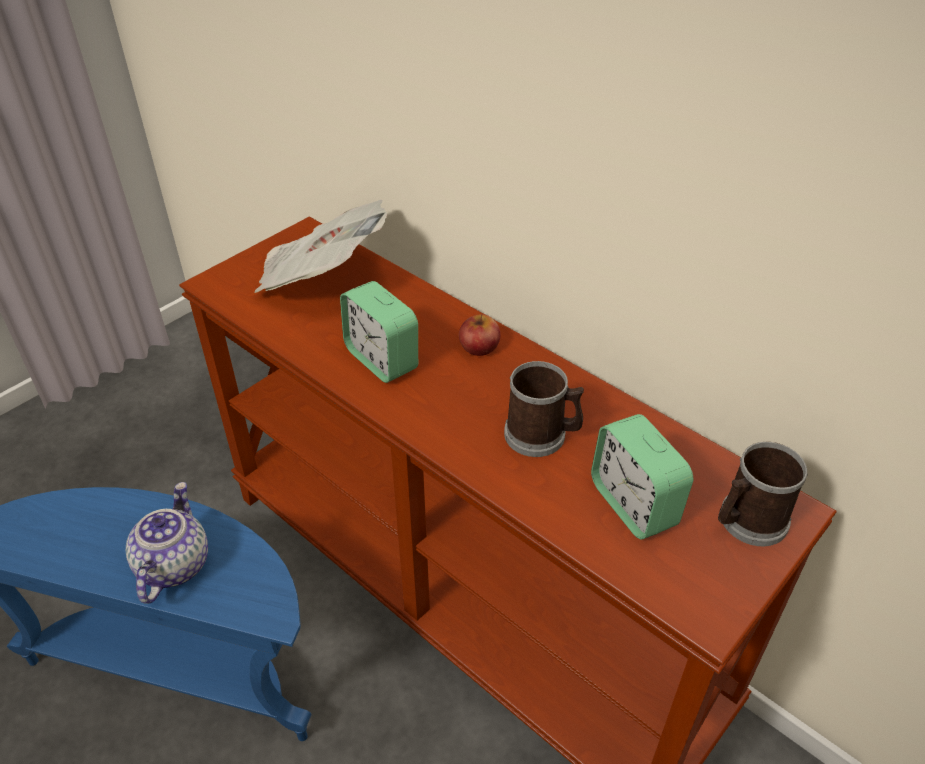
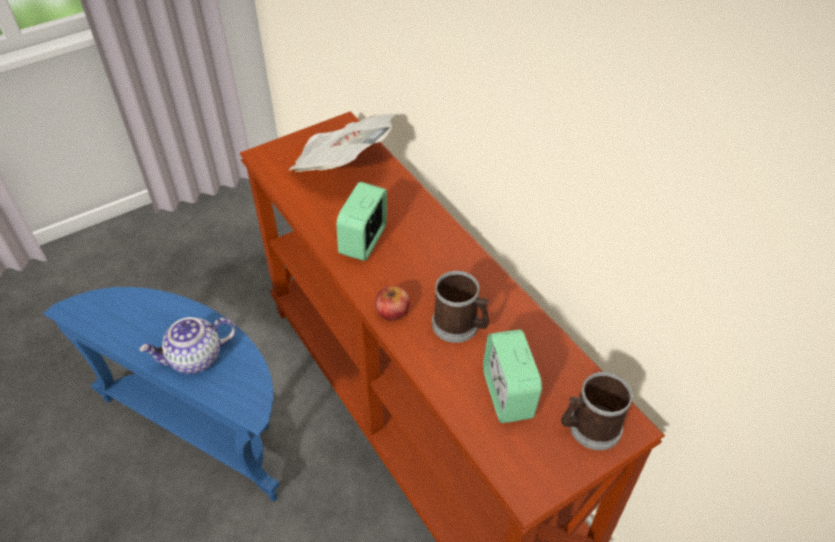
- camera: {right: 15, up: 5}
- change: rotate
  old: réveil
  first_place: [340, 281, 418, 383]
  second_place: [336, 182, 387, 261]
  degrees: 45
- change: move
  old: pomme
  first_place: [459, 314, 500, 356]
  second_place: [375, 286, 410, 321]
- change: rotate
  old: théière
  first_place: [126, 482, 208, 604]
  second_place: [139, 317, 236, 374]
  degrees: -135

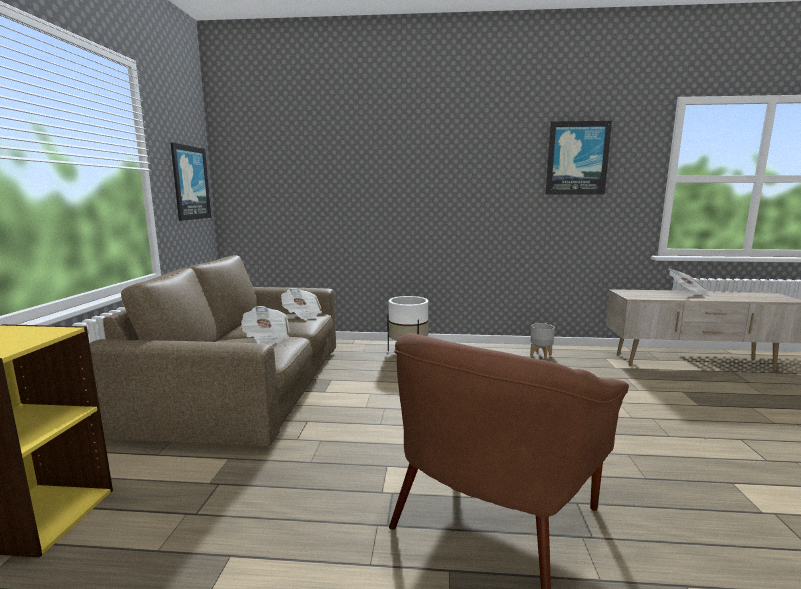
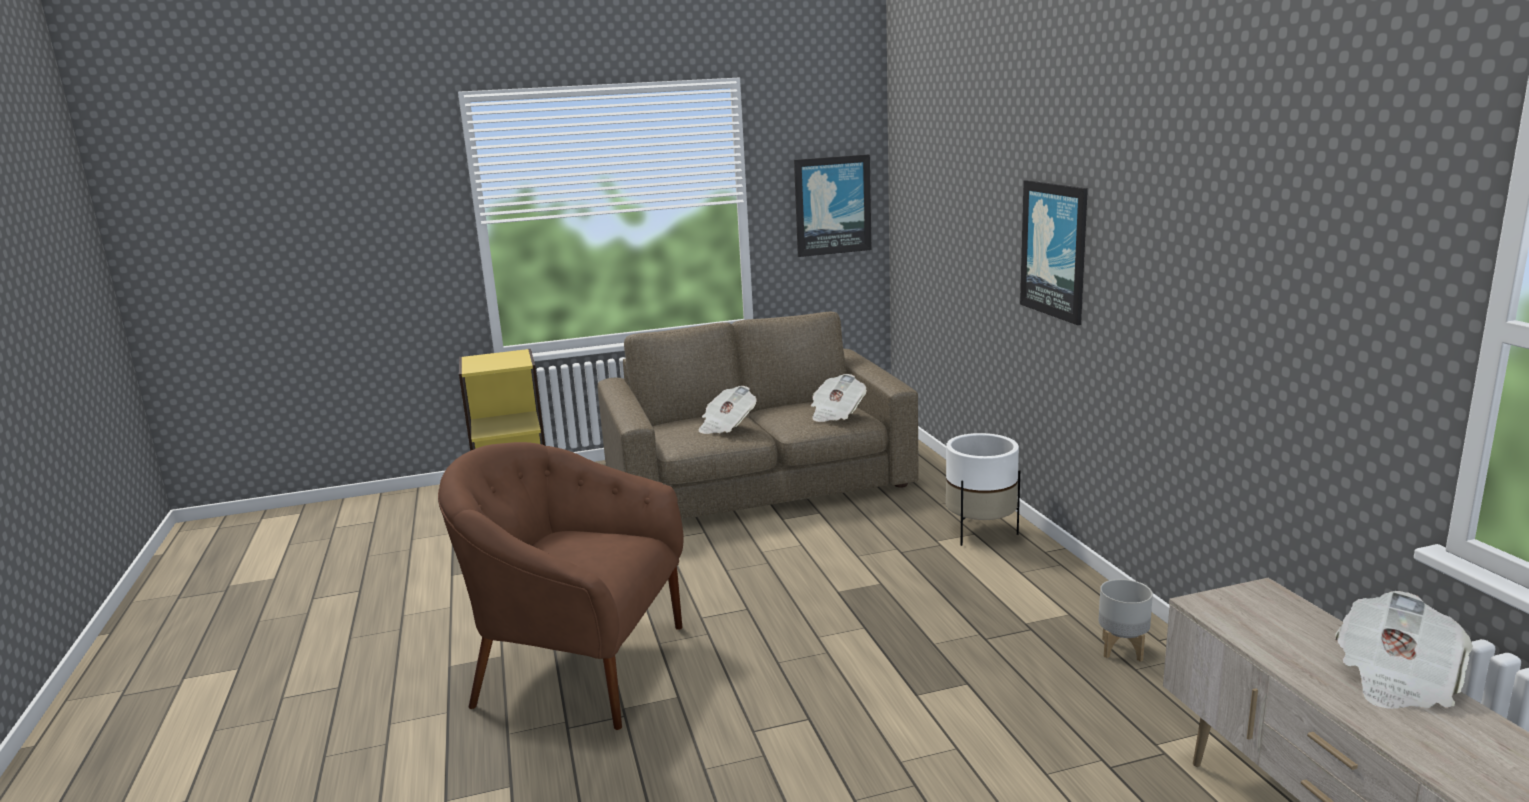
- camera: {right: 70, up: 5}
- change: move
  old: tableau
  first_place: [546, 121, 612, 195]
  second_place: [1020, 180, 1088, 325]

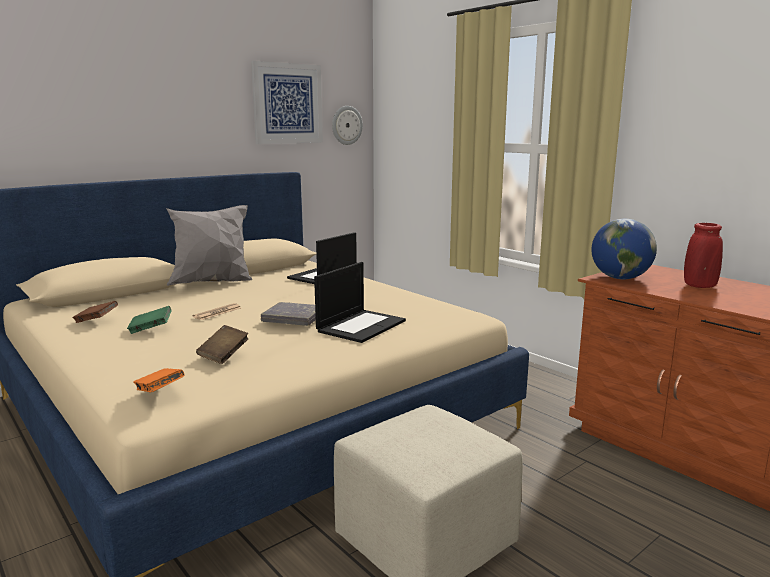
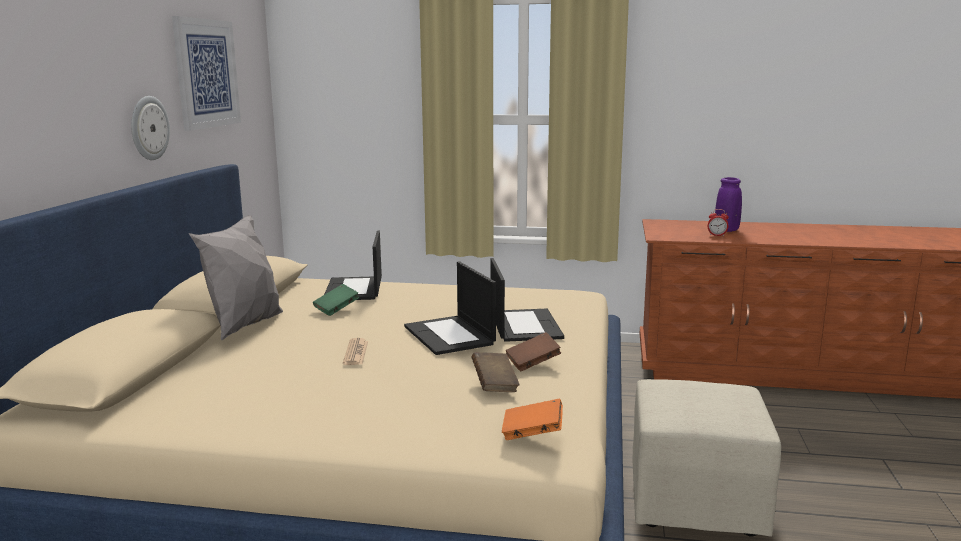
- camera: {right: -40, up: 0}
- change: move
  old: horloge murale
  first_place: [332, 106, 363, 145]
  second_place: [131, 96, 170, 160]
- change: delete
  old: globe
  first_place: [591, 219, 657, 279]
- change: recolor
  old: vase [rouge]
  new: vase [violet]
  first_place: [684, 223, 723, 288]
  second_place: [715, 177, 742, 232]
- change: move
  old: livre [marron]
  first_place: [72, 301, 118, 323]
  second_place: [506, 332, 561, 371]
- change: replace
  old: livre [gris]
  new: ordinateur portable
  first_place: [261, 302, 316, 326]
  second_place: [404, 261, 496, 355]
- change: move
  old: livre [vert]
  first_place: [127, 306, 172, 334]
  second_place: [313, 284, 359, 316]
- change: insert
  new: réveil
  second_place: [708, 209, 729, 236]

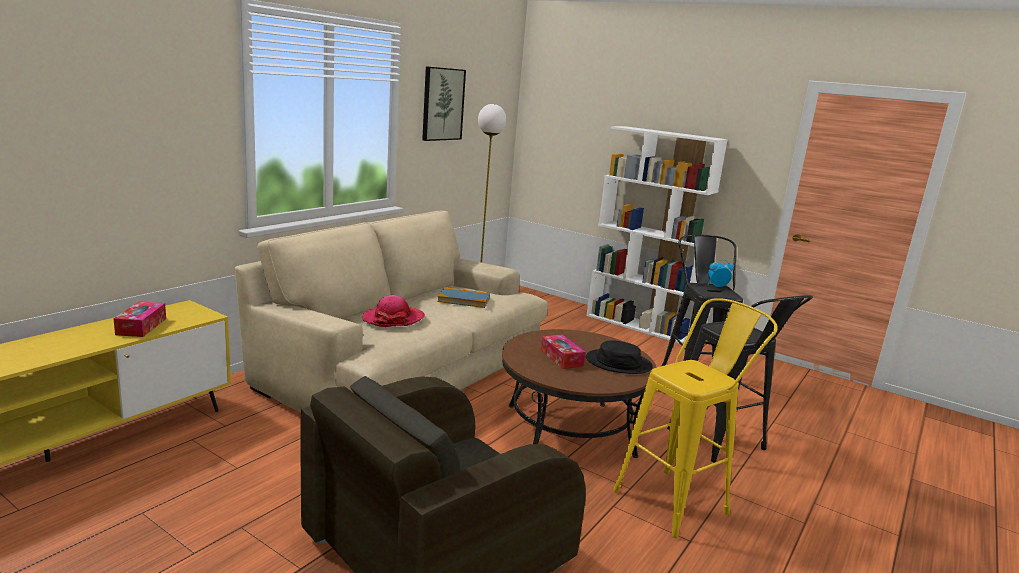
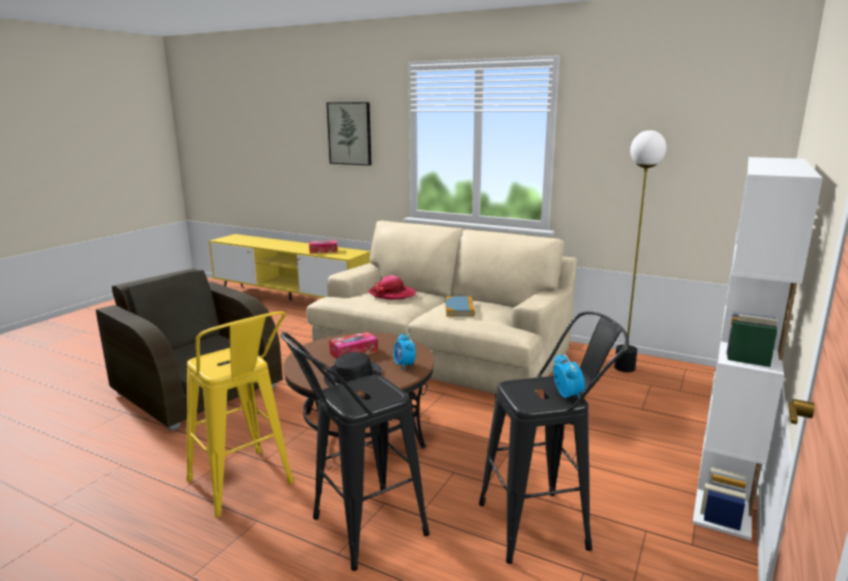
- camera: {right: 85, up: 0}
- change: move
  old: tableau
  first_place: [422, 66, 466, 141]
  second_place: [327, 102, 372, 166]
- change: insert
  new: réveil
  second_place: [393, 332, 416, 370]

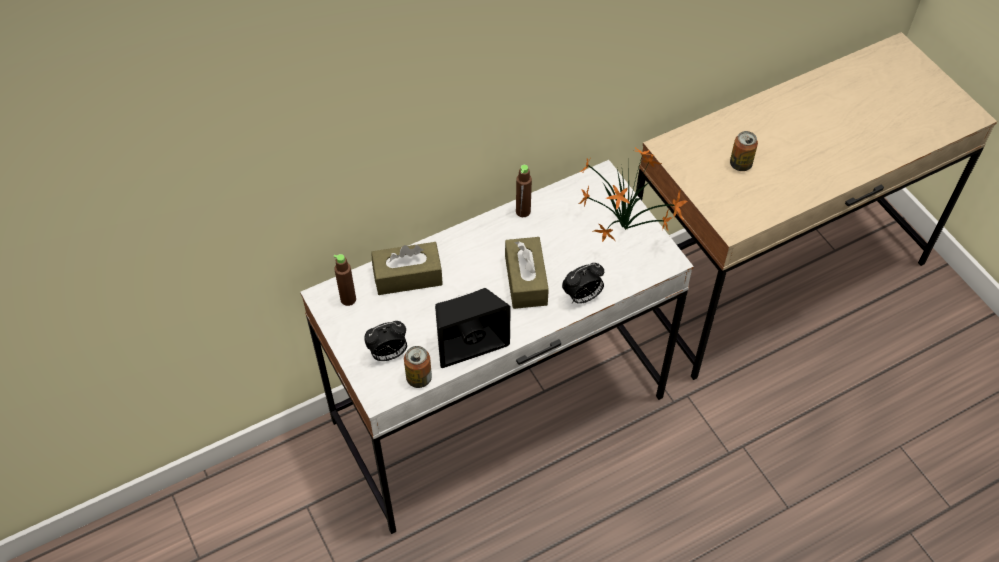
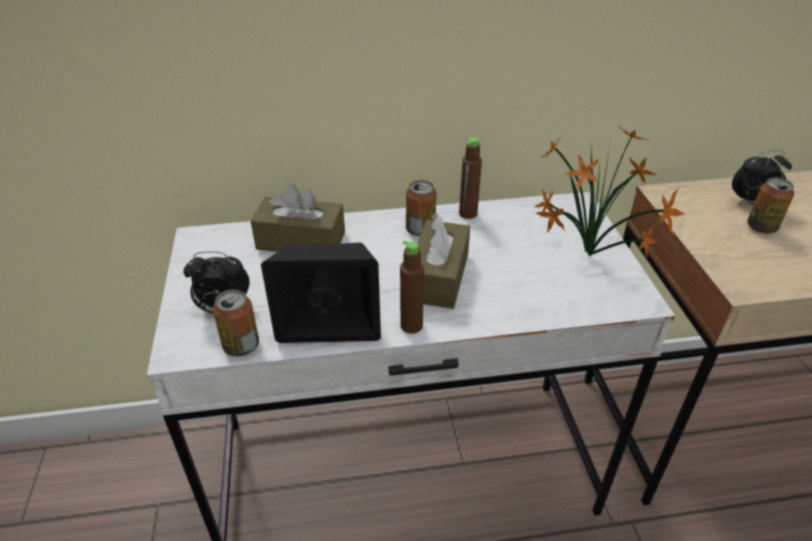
- camera: {right: 20, up: -15}
- change: move
  old: bouteille [marron]
  first_place: [333, 254, 356, 306]
  second_place: [400, 240, 424, 334]
- change: move
  old: réveil
  first_place: [562, 263, 604, 304]
  second_place: [732, 150, 792, 205]
- change: insert
  new: boîte métallique
  second_place: [406, 180, 437, 236]

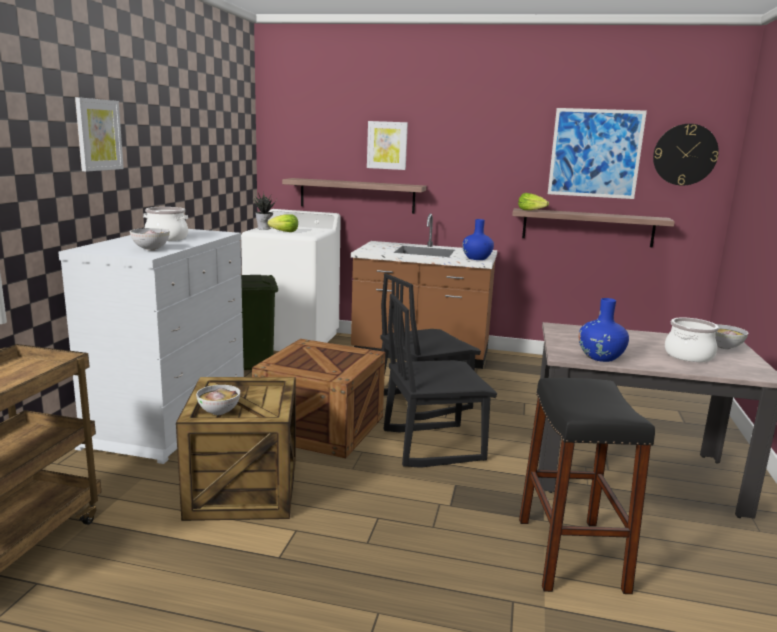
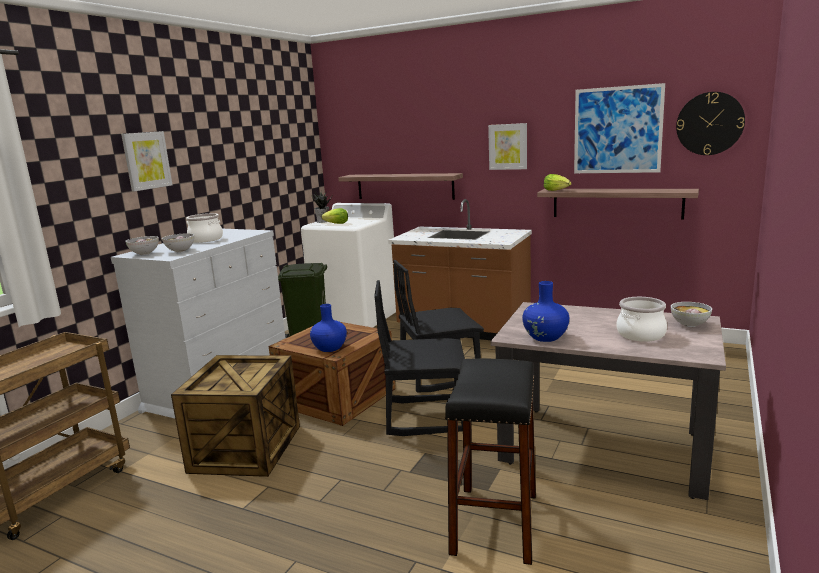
- camera: {right: 15, up: 0}
- change: move
  old: tableau
  first_place: [367, 121, 408, 170]
  second_place: [488, 123, 527, 170]
- change: move
  old: vase [bleu]
  first_place: [462, 219, 494, 260]
  second_place: [310, 304, 347, 352]
- change: move
  old: bol
  first_place: [196, 385, 240, 415]
  second_place: [125, 236, 159, 255]

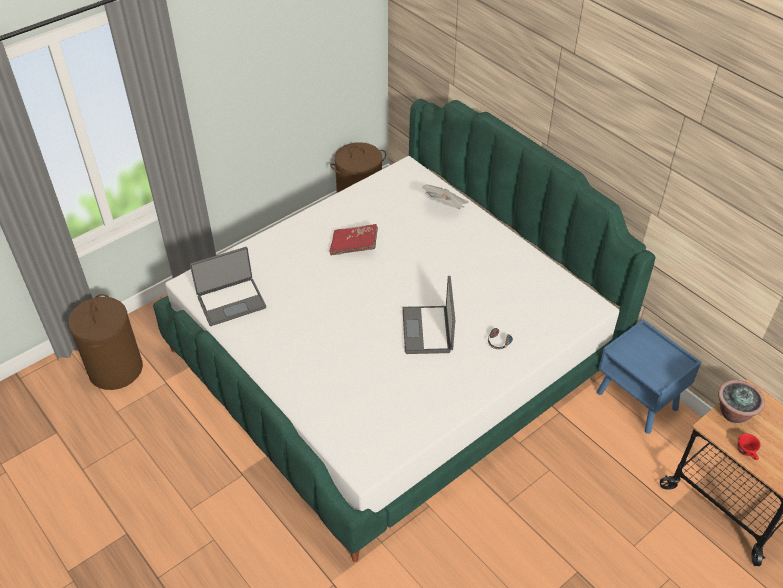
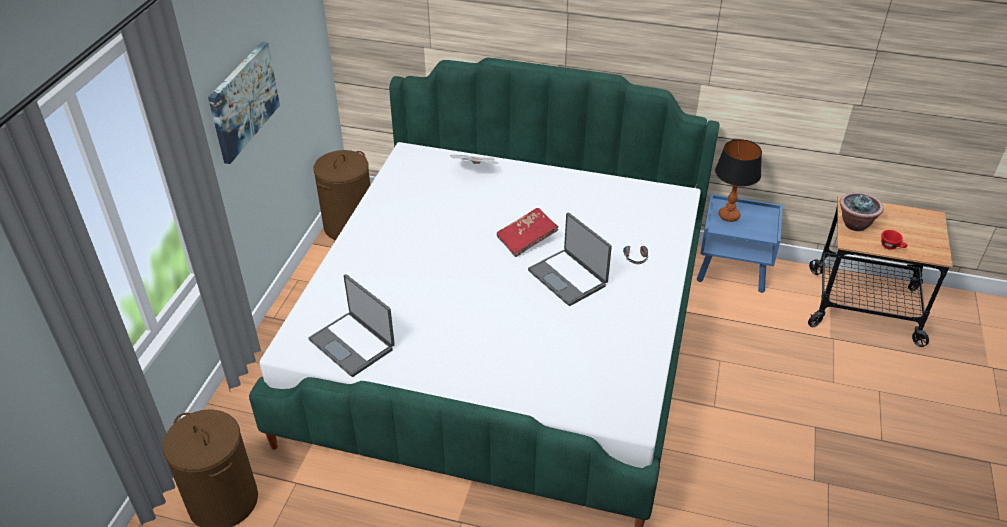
- camera: {right: -35, up: -5}
- change: move
  old: livre [rouge]
  first_place: [329, 224, 378, 255]
  second_place: [497, 208, 558, 257]
- change: rotate
  old: ordinateur portable
  first_place: [190, 247, 266, 326]
  second_place: [308, 274, 395, 377]
  degrees: 105
- change: insert
  new: tableau
  second_place: [208, 41, 280, 164]
- change: insert
  new: lampe de table
  second_place: [715, 139, 762, 222]

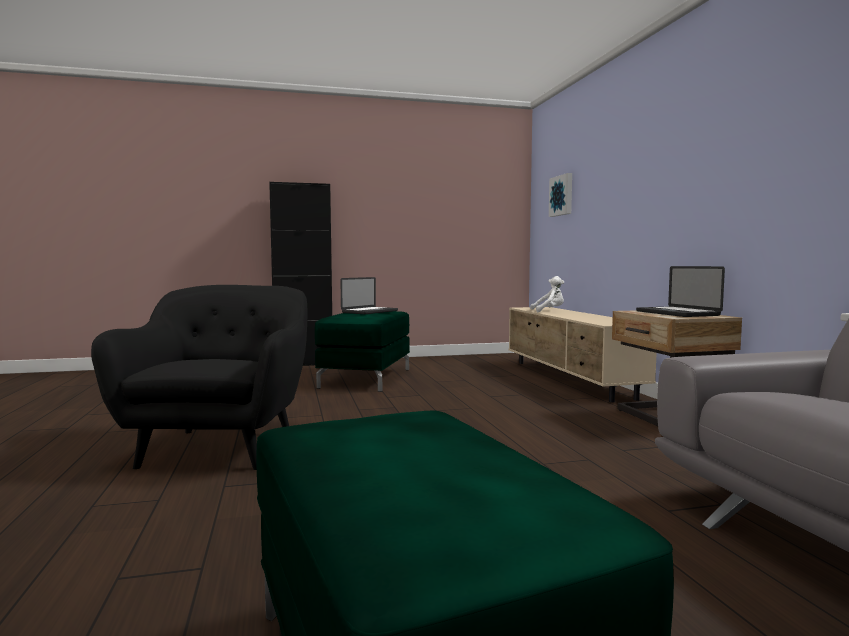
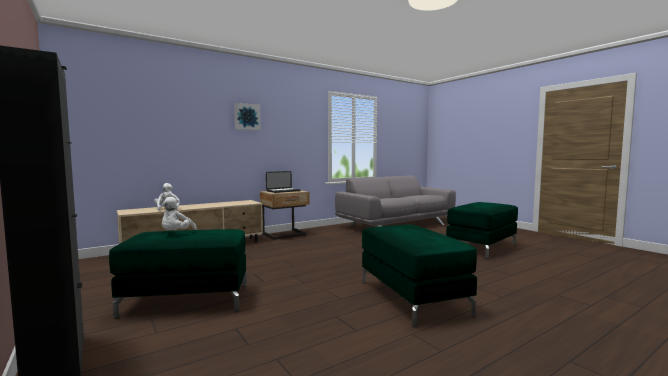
- camera: {right: -110, up: 0}
- change: move
  old: tableau
  first_place: [549, 173, 572, 217]
  second_place: [234, 103, 261, 130]
- change: replace
  old: ordinateur portable
  new: peluche [blanc]
  first_place: [340, 277, 398, 314]
  second_place: [162, 197, 197, 230]
- change: replace
  old: fauteuil [noir]
  new: pouf [vert]
  first_place: [91, 285, 307, 470]
  second_place: [362, 224, 477, 327]

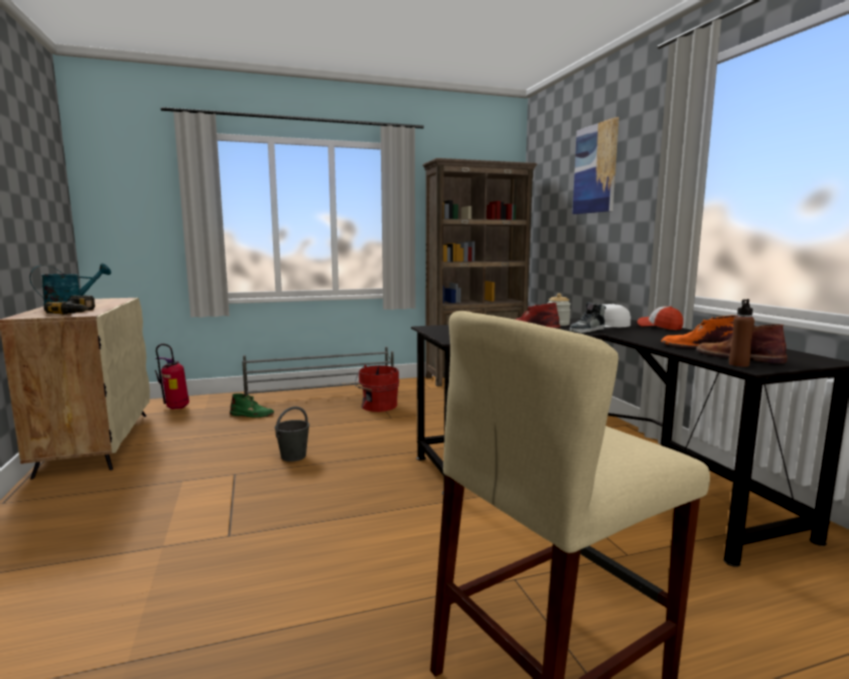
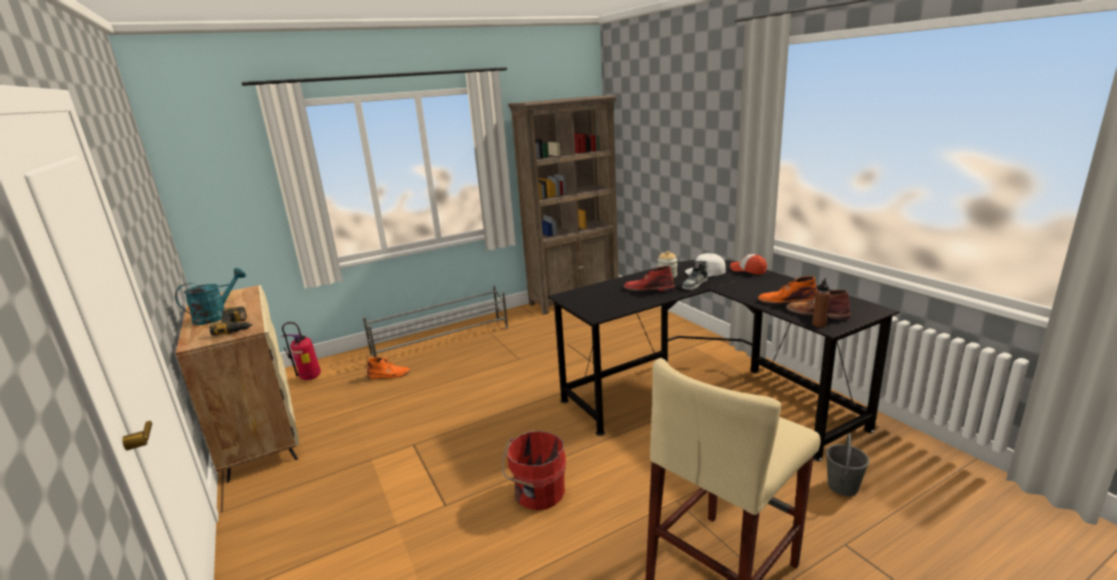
- camera: {right: -10, up: 10}
- change: delete
  old: tableau
  first_place: [572, 117, 619, 214]
- change: move
  old: seau [rouge]
  first_place: [355, 365, 399, 412]
  second_place: [502, 431, 566, 510]
- change: recolor
  old: botte [vert]
  new: botte [orange]
  first_place: [230, 393, 274, 418]
  second_place: [367, 357, 410, 379]
- change: move
  old: seau [gris]
  first_place: [275, 406, 310, 462]
  second_place: [826, 434, 869, 496]

